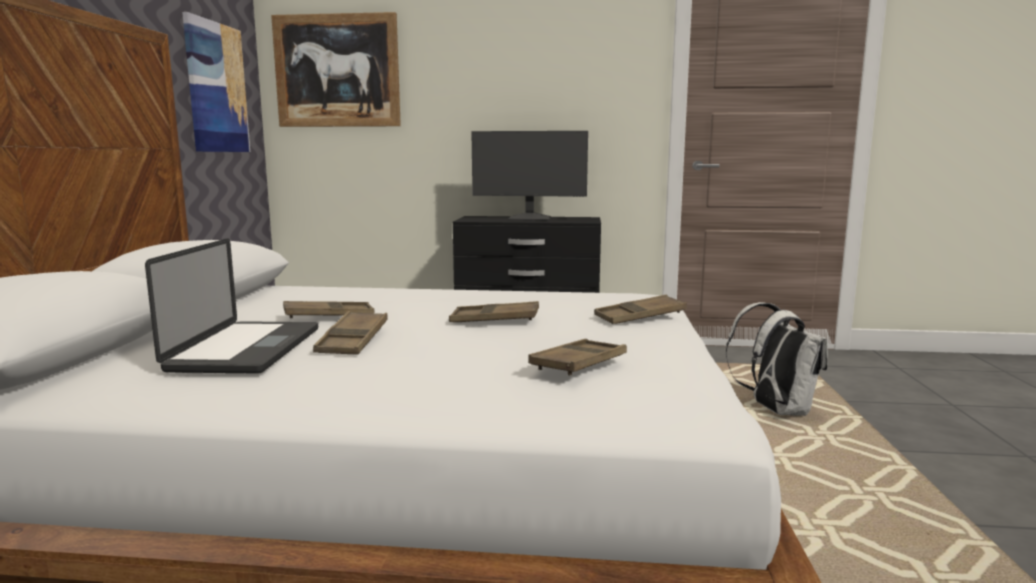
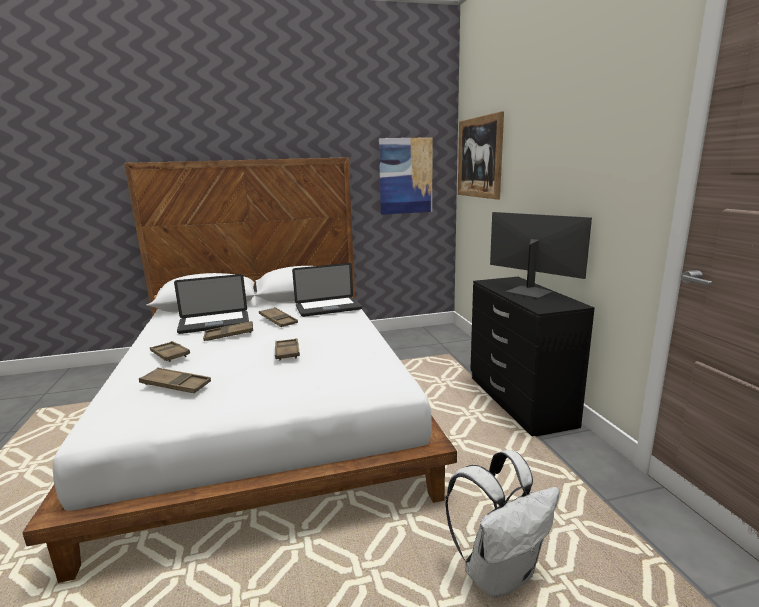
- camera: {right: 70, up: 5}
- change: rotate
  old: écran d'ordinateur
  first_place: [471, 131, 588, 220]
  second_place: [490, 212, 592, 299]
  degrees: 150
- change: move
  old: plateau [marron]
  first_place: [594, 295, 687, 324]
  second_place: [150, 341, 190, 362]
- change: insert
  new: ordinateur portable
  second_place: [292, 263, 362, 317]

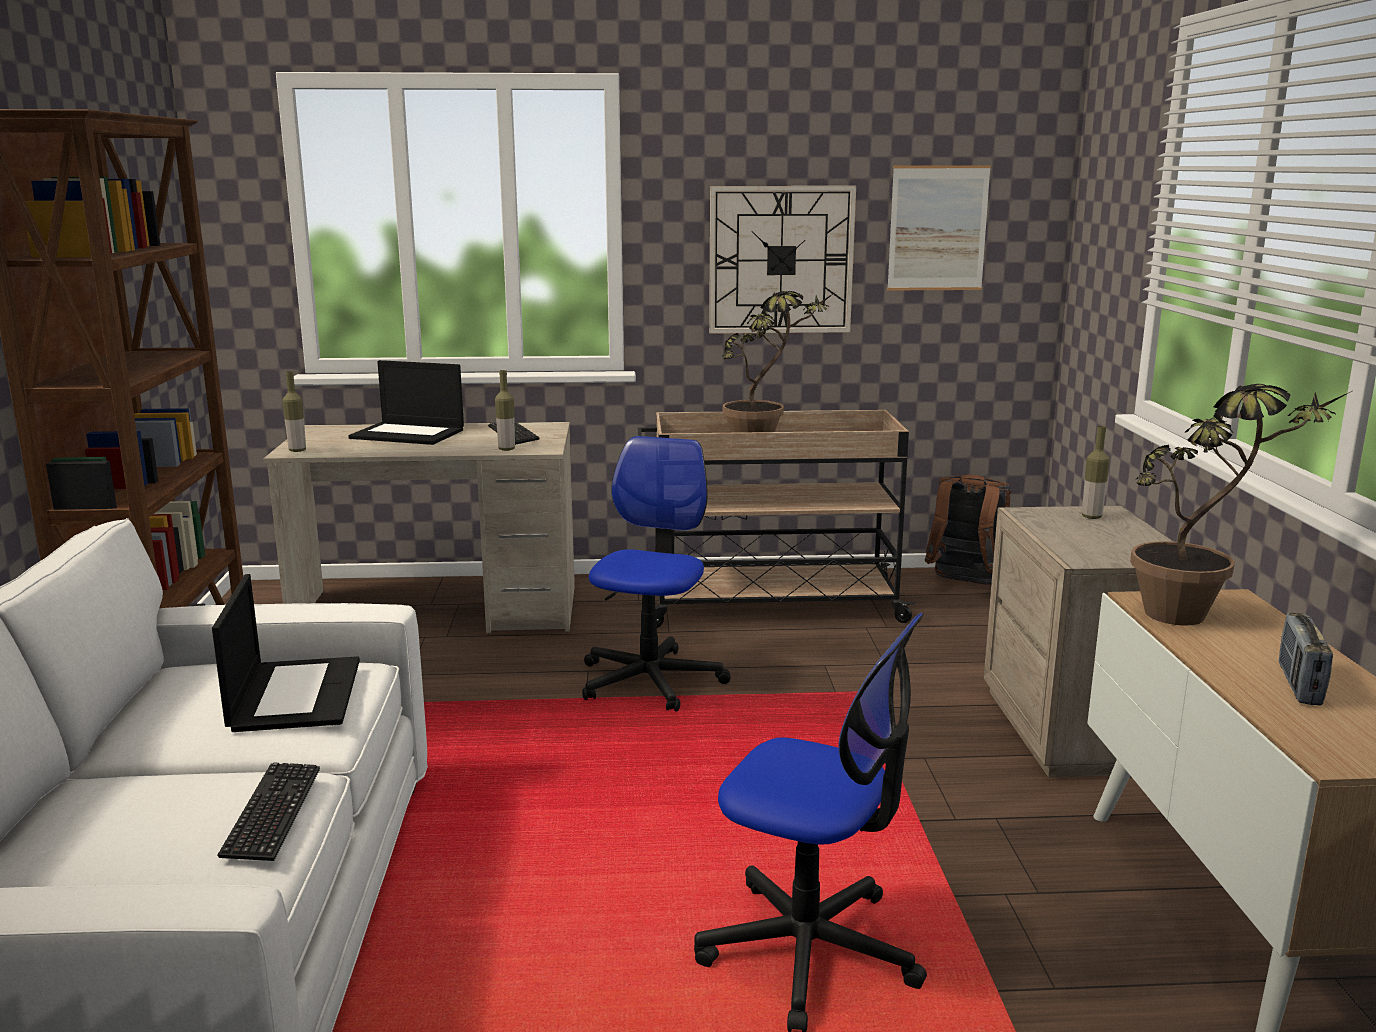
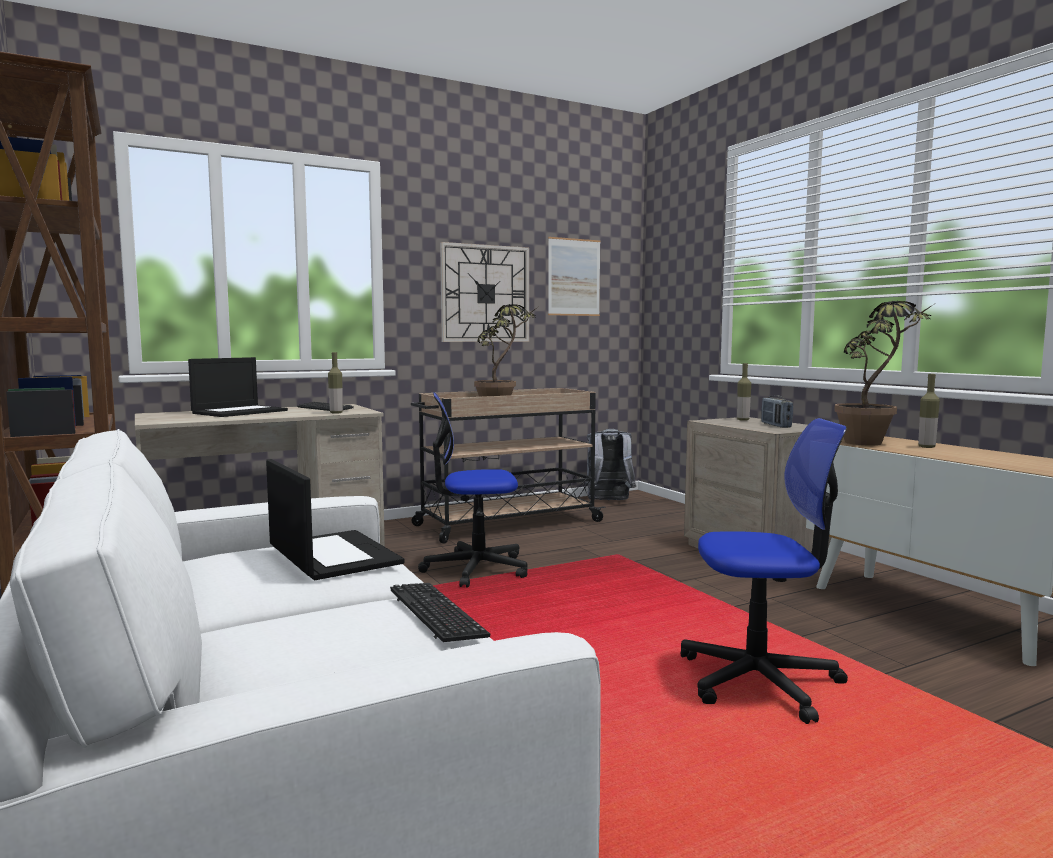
- camera: {right: -25, up: -10}
- change: rotate
  old: ordinateur portable
  first_place: [348, 360, 464, 445]
  second_place: [188, 357, 288, 417]
  degrees: -45
- change: move
  old: bouteille
  first_place: [282, 371, 306, 452]
  second_place: [918, 374, 940, 448]
- change: rotate
  old: chaise de bureau
  first_place: [582, 436, 731, 712]
  second_place: [418, 392, 528, 587]
  degrees: -90
- change: recolor
  old: sac à dos [marron]
  new: sac à dos [gris]
  first_place: [925, 475, 1012, 584]
  second_place: [584, 429, 636, 500]
- change: move
  old: radio
  first_place: [1279, 613, 1333, 705]
  second_place: [761, 395, 793, 428]

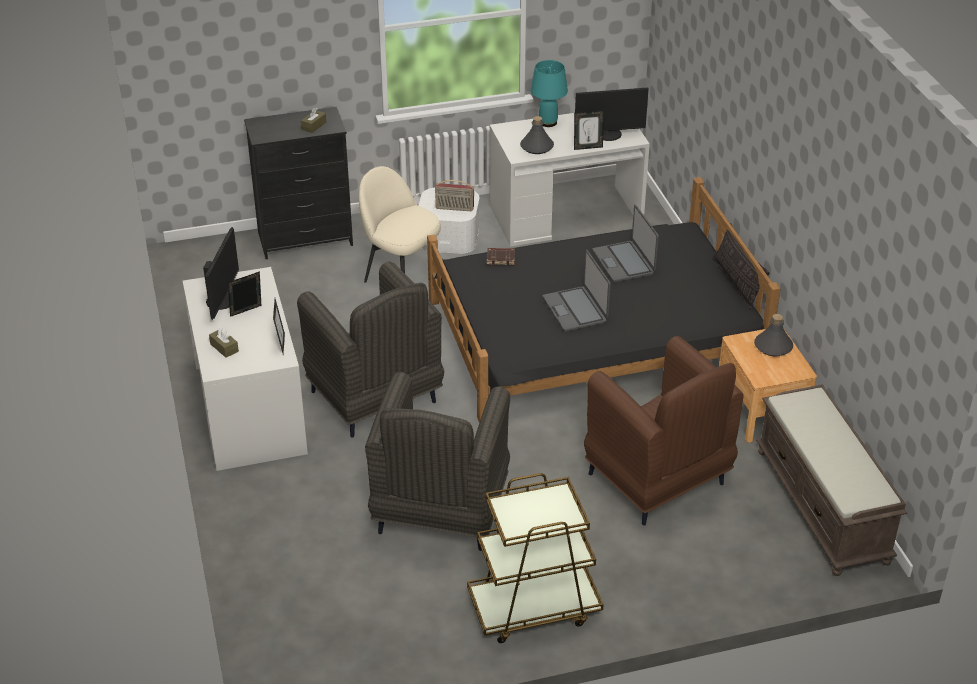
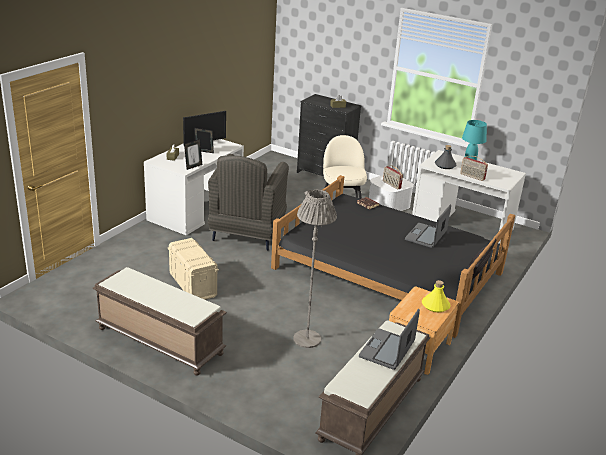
- camera: {right: 45, up: -10}
- change: delete
  old: écran d'ordinateur
  first_place: [575, 88, 649, 141]
- change: replace
  old: cadre photo
  new: radio
  first_place: [574, 110, 604, 150]
  second_place: [460, 156, 488, 181]
- change: move
  old: ordinateur portable
  first_place: [543, 250, 611, 332]
  second_place: [359, 309, 420, 370]
- change: recolor
  old: bouteille [gris]
  new: bouteille [jaune]
  first_place: [754, 314, 793, 357]
  second_place: [422, 280, 450, 312]
- change: replace
  old: fauteuil [marron]
  new: lampadaire [gris]
  first_place: [584, 336, 743, 525]
  second_place: [293, 190, 337, 348]
- change: replace
  old: fauteuil [gris]
  new: boîte de rangement [beige]
  first_place: [365, 372, 510, 551]
  second_place: [167, 238, 219, 300]
- change: replace
  old: chariot [marron]
  new: banc [marron]
  first_place: [467, 473, 604, 643]
  second_place: [93, 267, 227, 376]

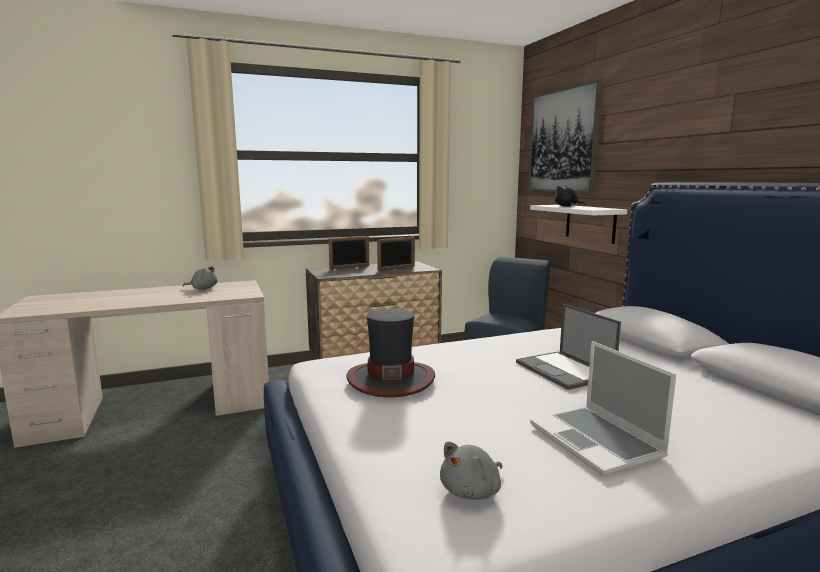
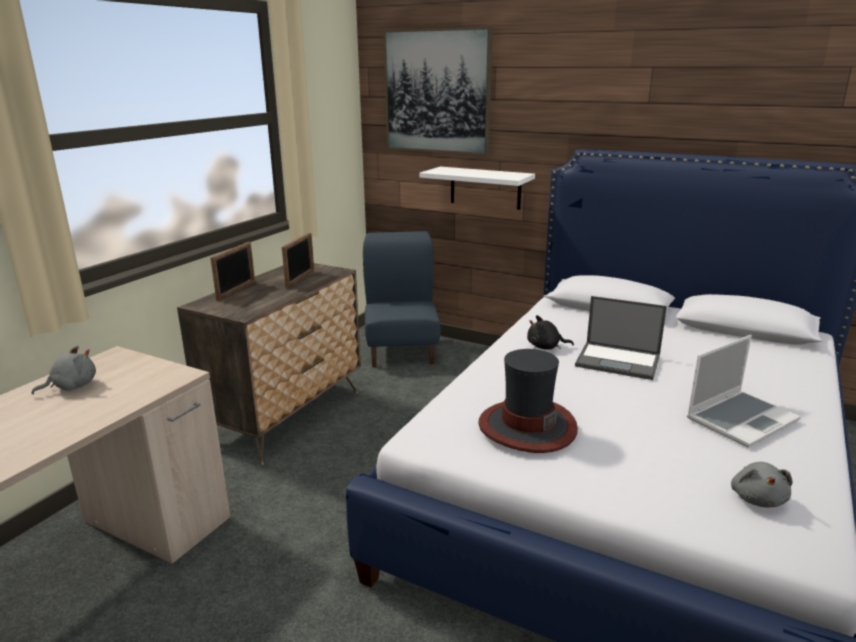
- camera: {right: -40, up: 10}
- change: move
  old: peluche [noir]
  first_place: [554, 185, 585, 207]
  second_place: [527, 315, 574, 350]
- change: rotate
  old: ordinateur portable
  first_place: [530, 341, 676, 476]
  second_place: [687, 335, 801, 448]
  degrees: -60

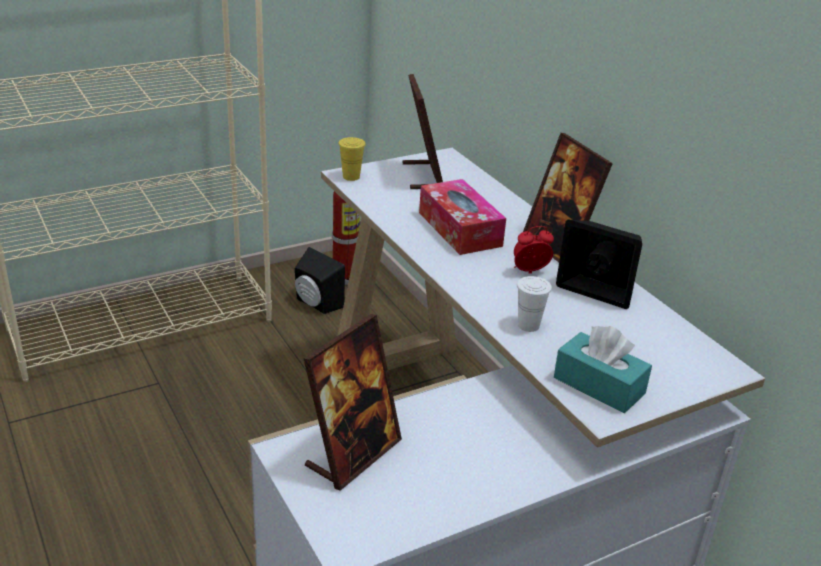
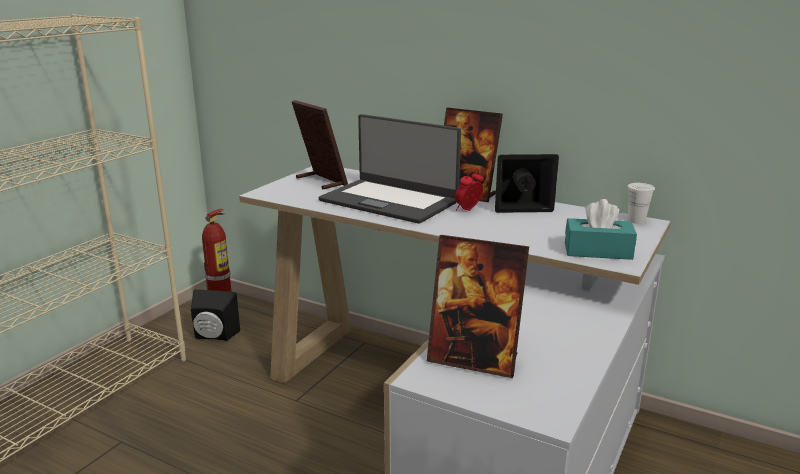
- camera: {right: -30, up: -10}
- change: delete
  old: tasse [jaune]
  first_place: [338, 137, 366, 181]
- change: replace
  old: boîte à mouchoirs
  new: ordinateur portable
  first_place: [419, 179, 506, 255]
  second_place: [319, 114, 461, 224]
- change: move
  old: tasse [blanc]
  first_place: [517, 276, 552, 332]
  second_place: [628, 183, 655, 224]
- change: rotate
  old: cadre photo
  first_place: [303, 314, 402, 491]
  second_place: [427, 235, 529, 378]
  degrees: 105

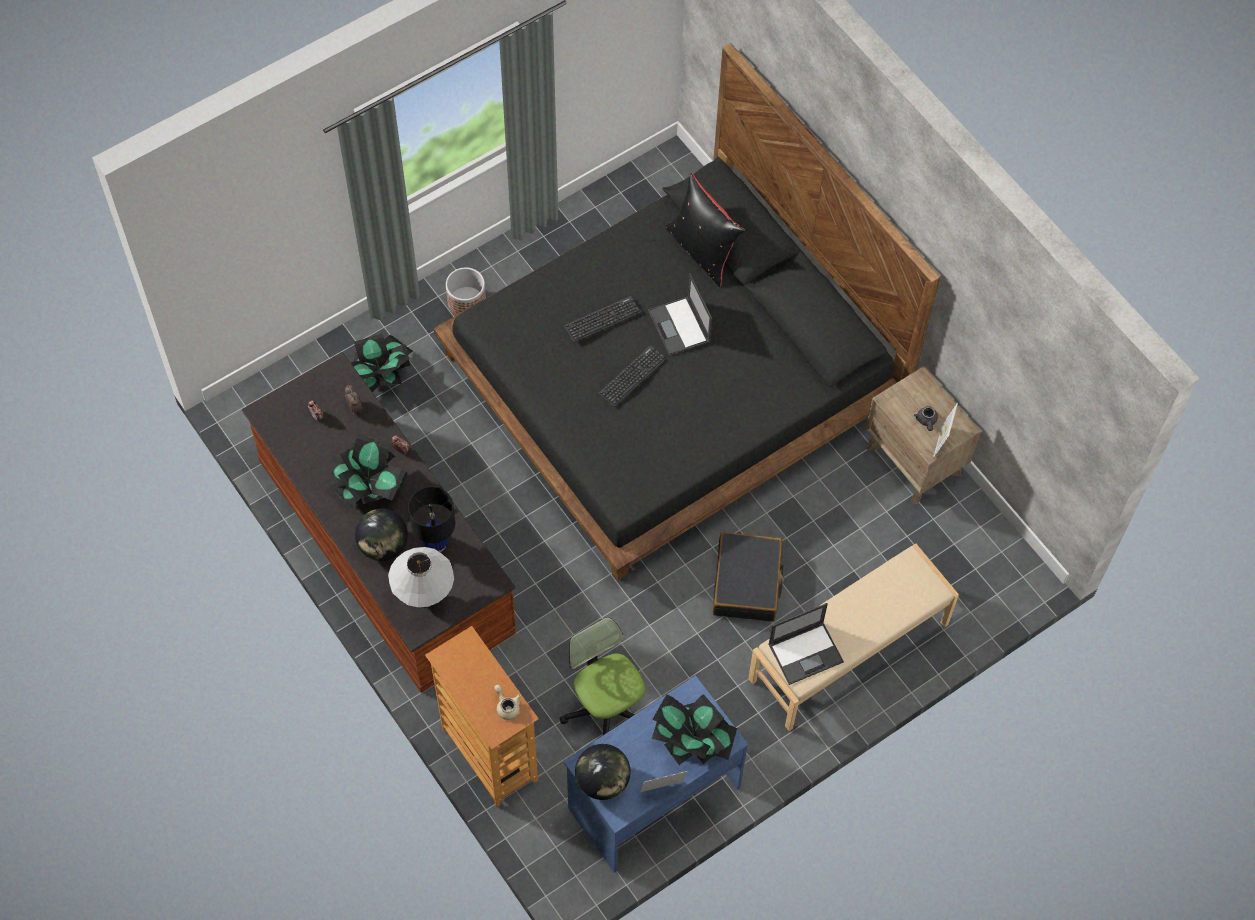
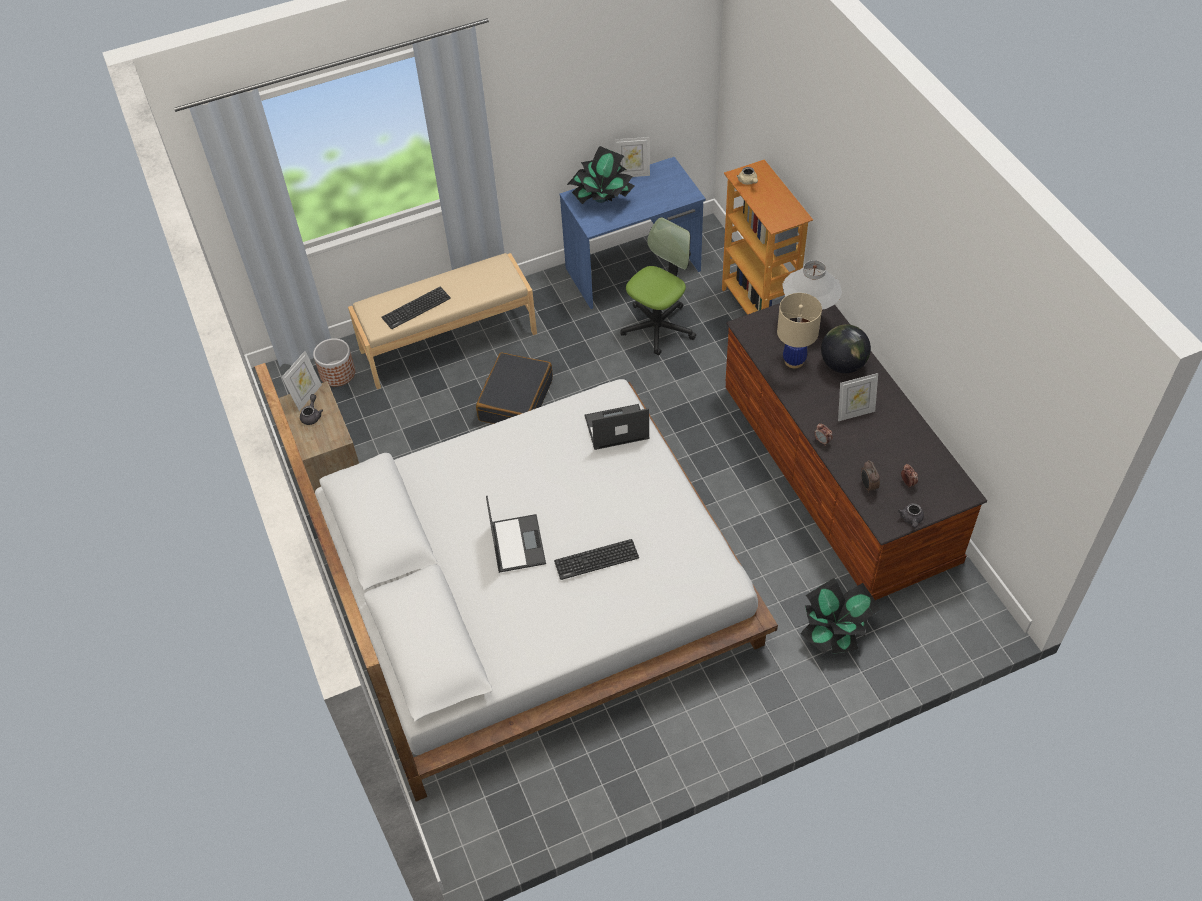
- camera: {right: -165, up: -10}
- change: recolor
  old: lit [noir]
  new: lit [blanc]
  first_place: [434, 43, 940, 580]
  second_place: [254, 363, 778, 802]
- change: delete
  old: coussin [noir]
  first_place: [665, 174, 745, 287]
- change: move
  old: cache-pot
  first_place: [446, 267, 486, 316]
  second_place: [313, 338, 355, 387]
- change: move
  old: clavier
  first_place: [598, 345, 667, 407]
  second_place: [381, 287, 451, 329]
- change: replace
  old: plante en pot
  new: cadre photo
  first_place: [327, 433, 408, 508]
  second_place: [838, 373, 878, 421]
- change: recolor
  old: lampe de table [noir]
  new: lampe de table [beige]
  first_place: [408, 487, 455, 552]
  second_place: [777, 293, 822, 368]
- change: move
  old: ordinateur portable
  first_place: [768, 603, 844, 685]
  second_place: [585, 404, 650, 450]
- change: rotate
  old: chaise de bureau
  first_place: [560, 617, 645, 735]
  second_place: [621, 217, 696, 356]
  degrees: -120
- change: delete
  old: globe
  first_place: [575, 744, 631, 800]
- change: insert
  new: théière [gris]
  second_place: [898, 503, 924, 528]

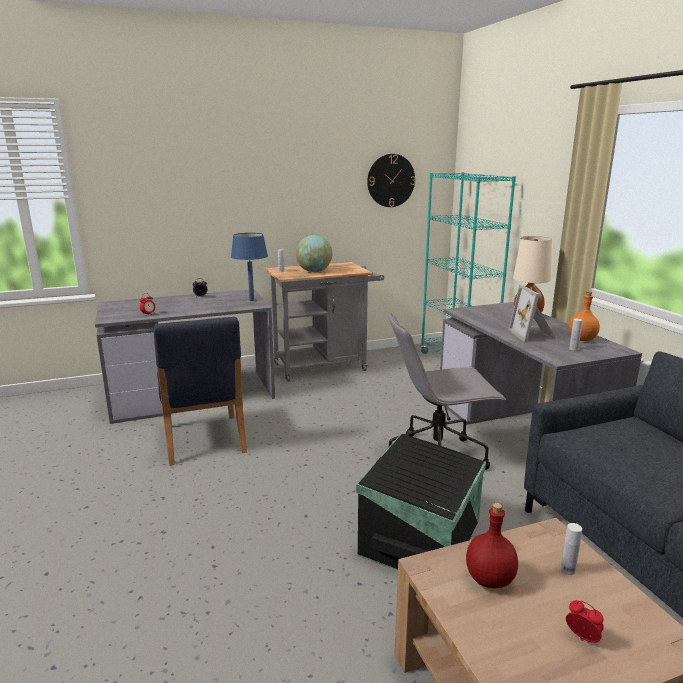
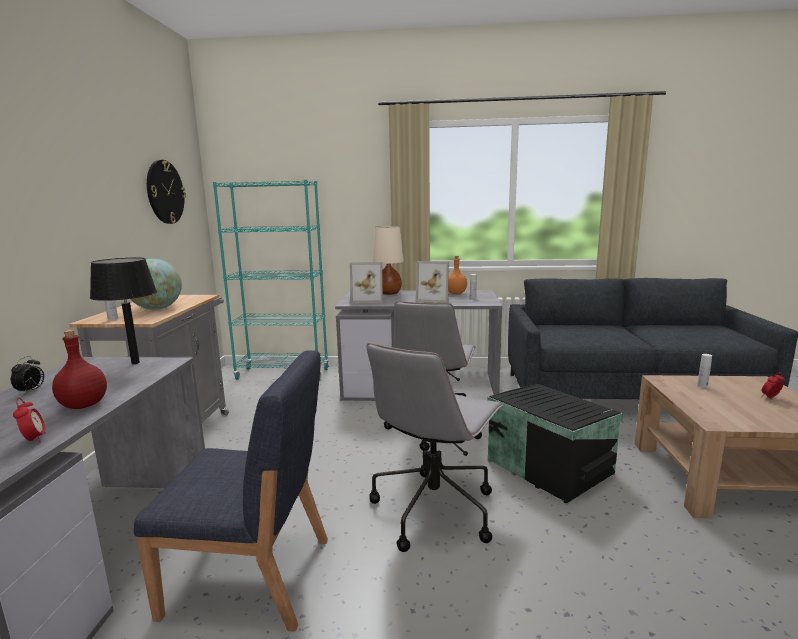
- camera: {right: -65, up: -5}
- change: recolor
  old: lampe de table [bleu]
  new: lampe de table [noir]
  first_place: [231, 233, 268, 301]
  second_place: [90, 257, 157, 364]
- change: move
  old: bouteille [rouge]
  first_place: [466, 503, 518, 588]
  second_place: [52, 330, 107, 409]
- change: insert
  new: cadre photo
  second_place: [350, 262, 383, 303]
- change: insert
  new: chaise de bureau [gris]
  second_place: [367, 343, 503, 552]

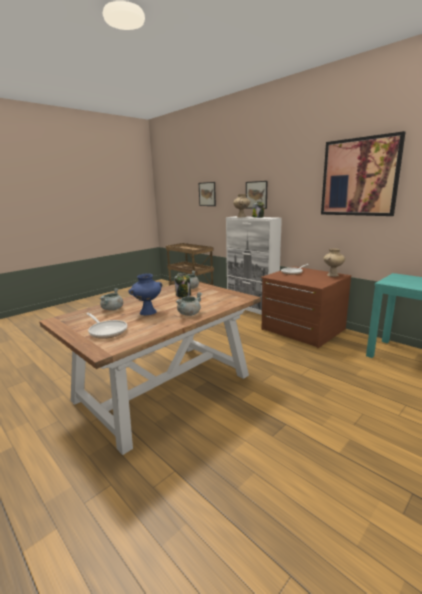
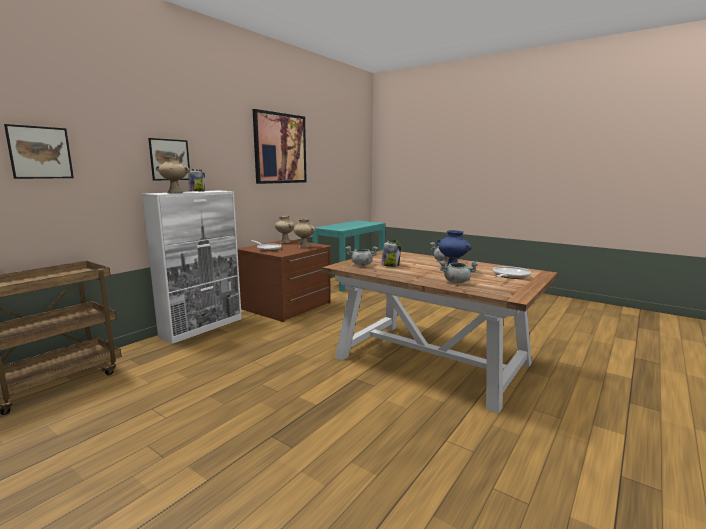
- camera: {right: -100, up: -5}
- change: insert
  new: vase [beige]
  second_place: [293, 219, 315, 248]

